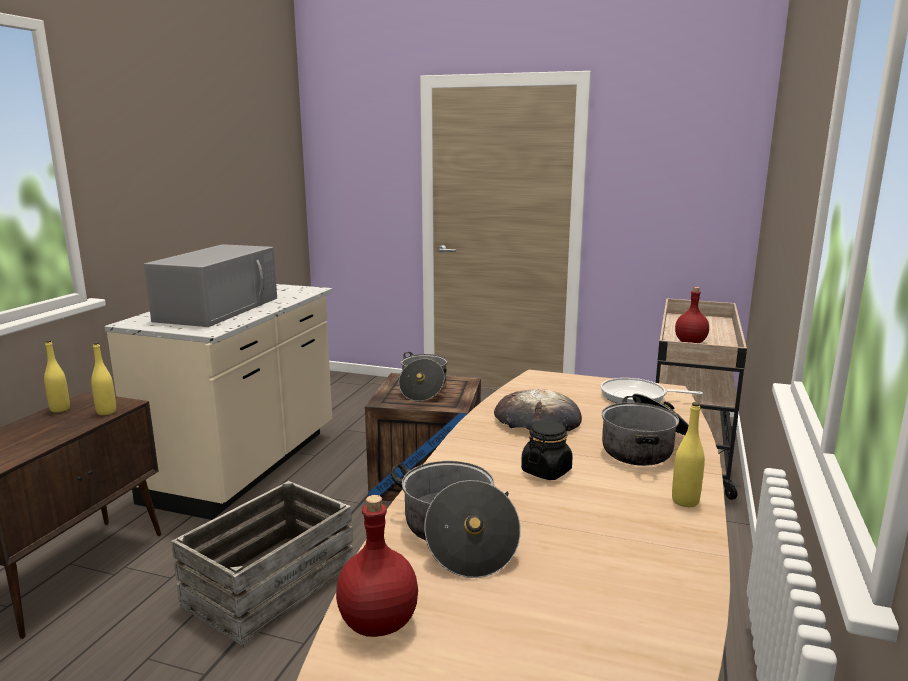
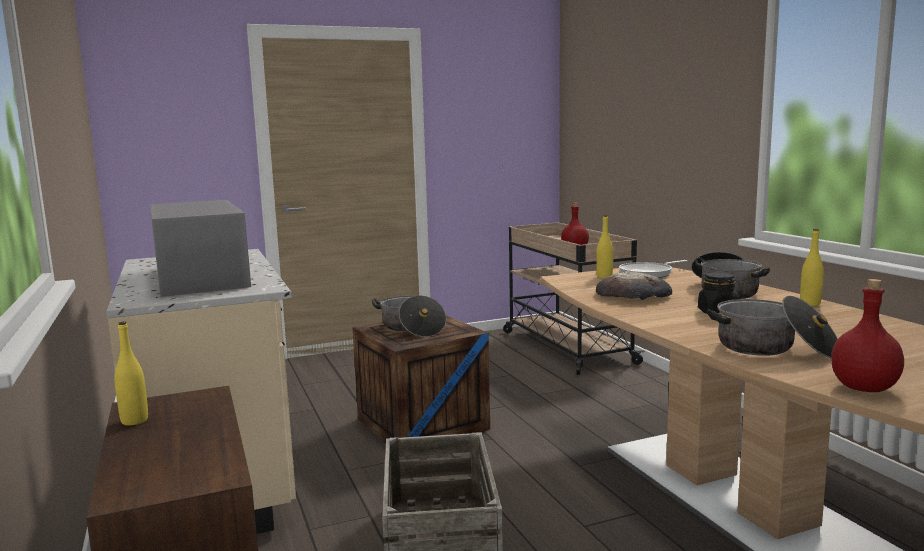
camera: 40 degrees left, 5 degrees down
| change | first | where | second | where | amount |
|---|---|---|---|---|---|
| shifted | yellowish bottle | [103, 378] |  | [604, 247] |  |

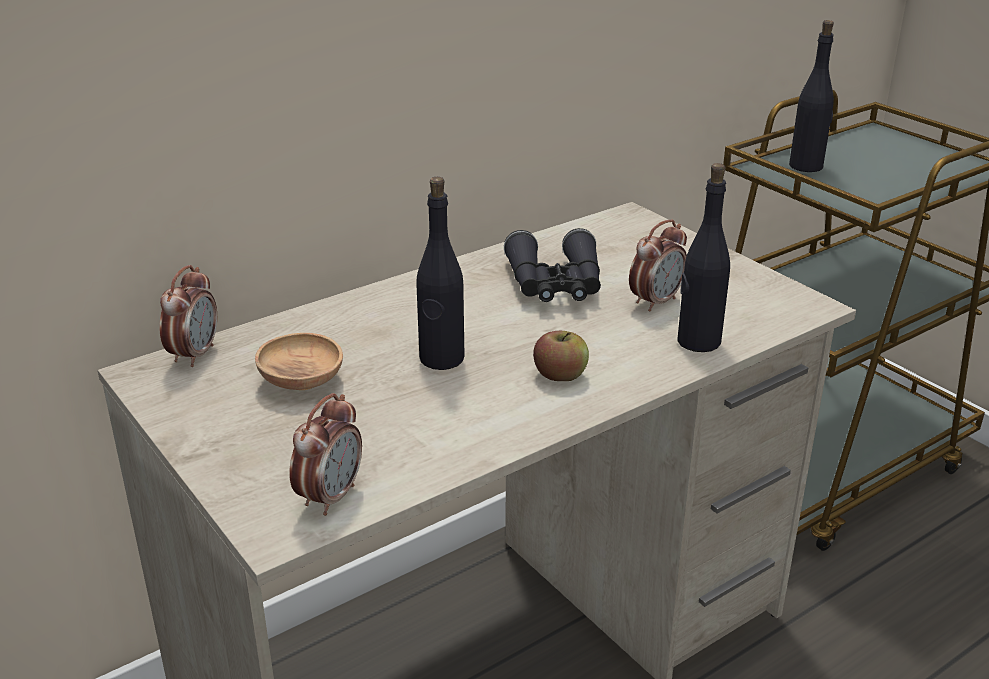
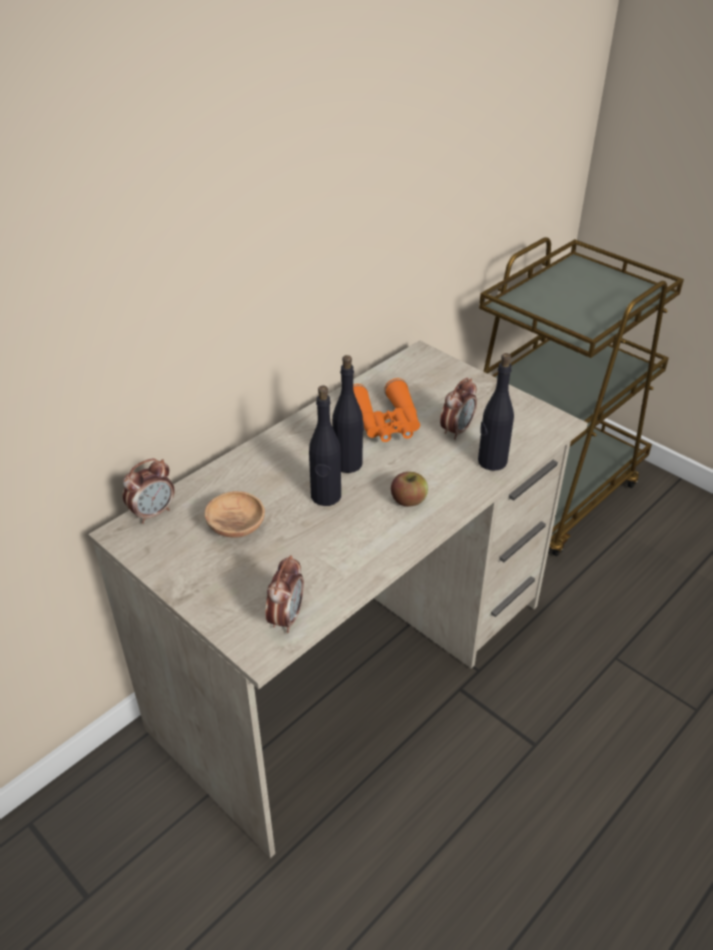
camera: 10 degrees left, 10 degrees up
| change | first | where | second | where | amount |
|---|---|---|---|---|---|
| shifted | black-coloured bottle | [811, 96] |  | [348, 414] |  |
| repainted | black-coloured field glasses | [552, 265] | orange field glasses | [386, 410] |  |
| rotated | bedside clock | [188, 316] |  | [148, 491] | 45 degrees clockwise |

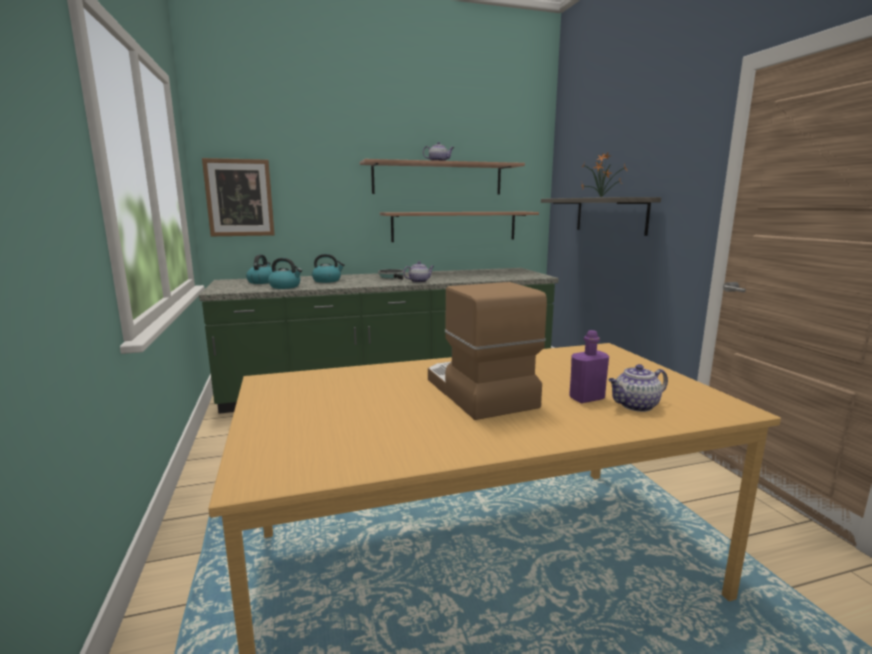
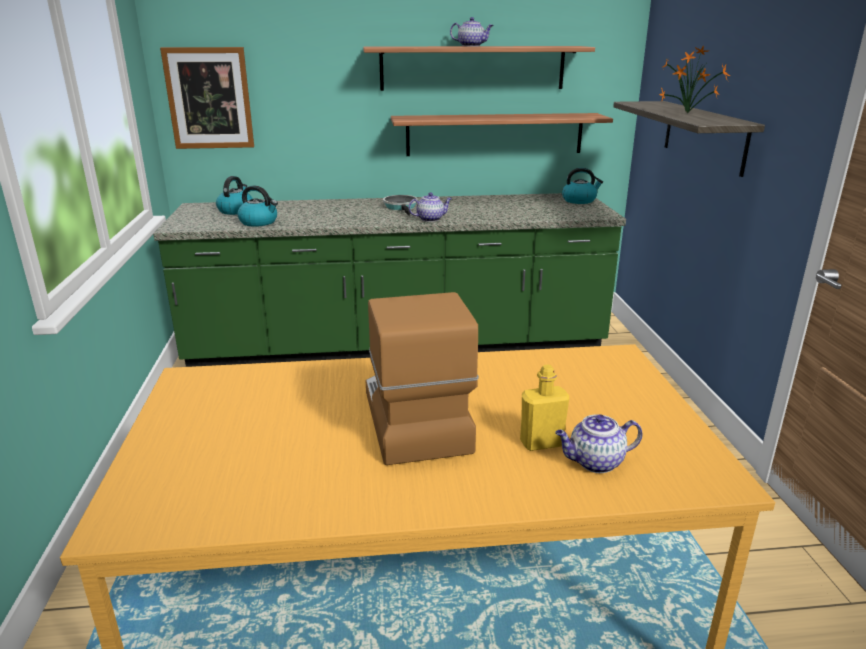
camera: 10 degrees right, 10 degrees up
| change | first | where | second | where | amount |
|---|---|---|---|---|---|
| shifted | tea kettle | [328, 268] |  | [582, 186] |  |
| repainted | purple bottle | [589, 366] | yellowish bottle | [544, 408] |  |

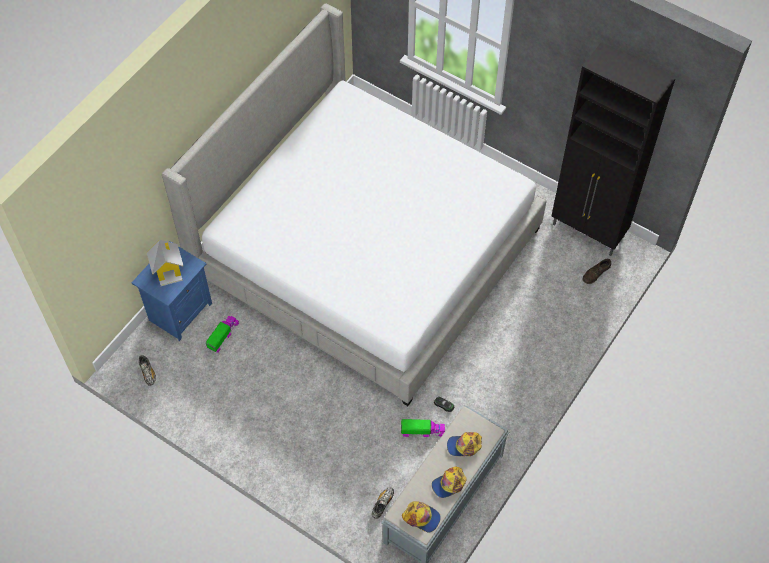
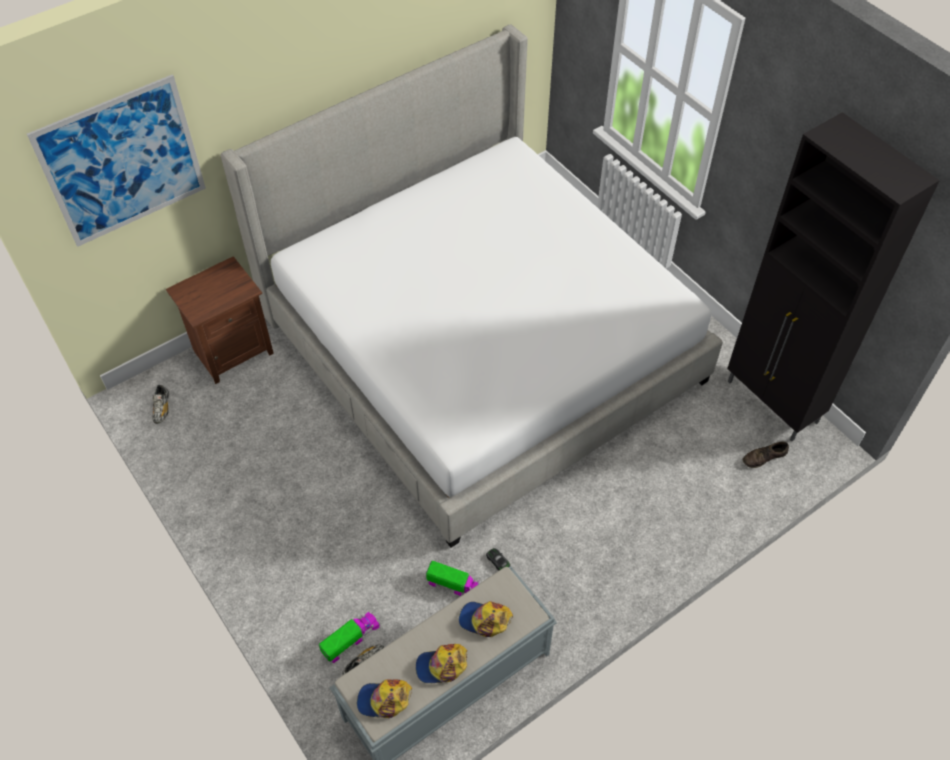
camera: 20 degrees right, 5 degrees down
| change | first | where | second | where | amount |
|---|---|---|---|---|---|
| gone | toy house | [165, 263] |  |  |  |
| new |  |  | wall art | [116, 160] |  |
| shifted | toy truck | [222, 335] |  | [349, 638] |  |
| repainted | blue bedside table | [171, 291] | brownish bedside table | [220, 320] |  |
| rotated | cap | [421, 517] |  | [384, 698] | 135 degrees clockwise |

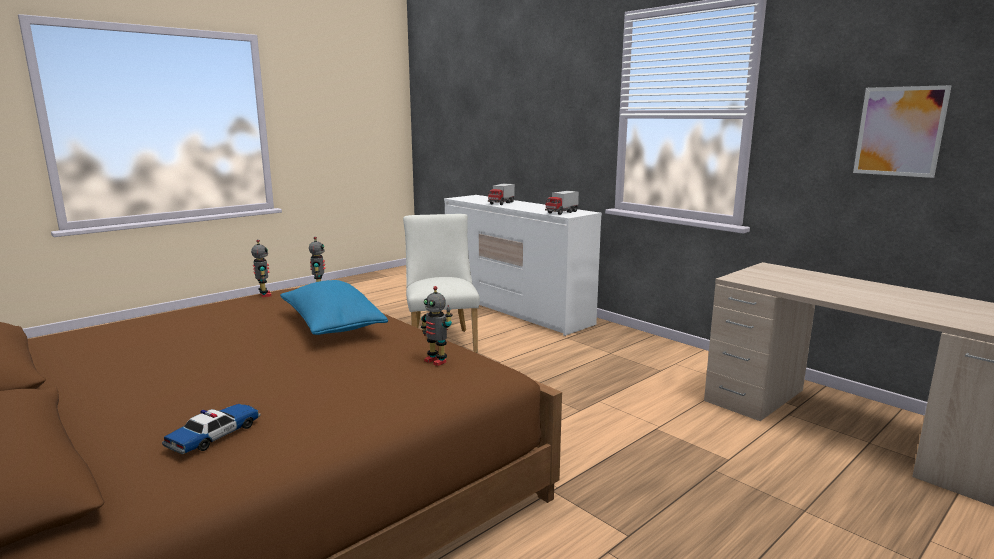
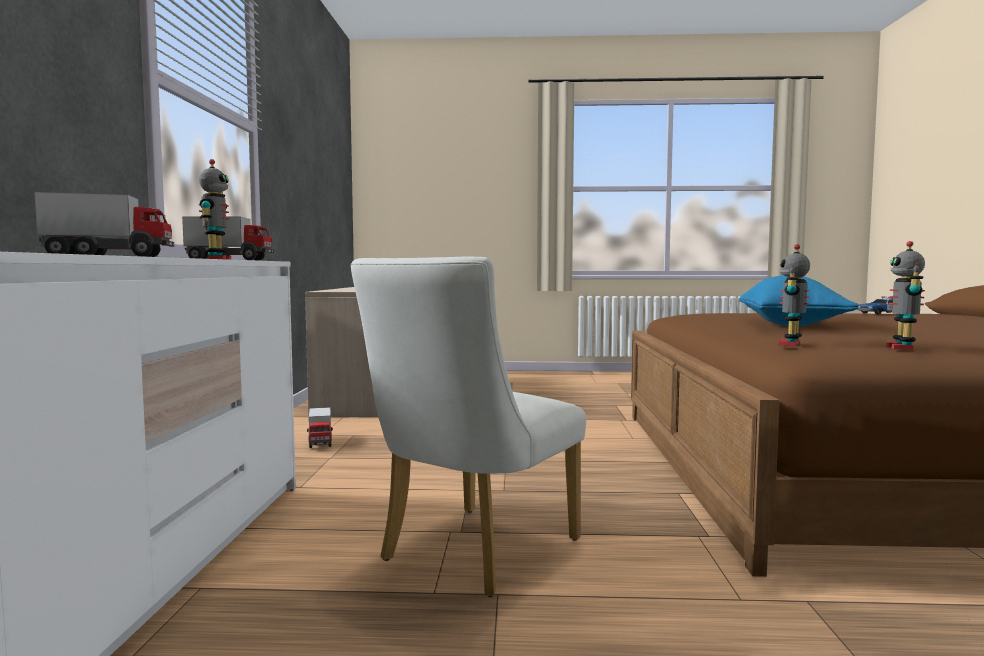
camera: 135 degrees left, 10 degrees down
| change | first | where | second | where | amount |
|---|---|---|---|---|---|
| gone | wall art | [902, 131] |  |  |  |
| new |  |  | toy truck | [320, 427] |  |
| shifted | model robot | [437, 326] |  | [215, 209] |  |

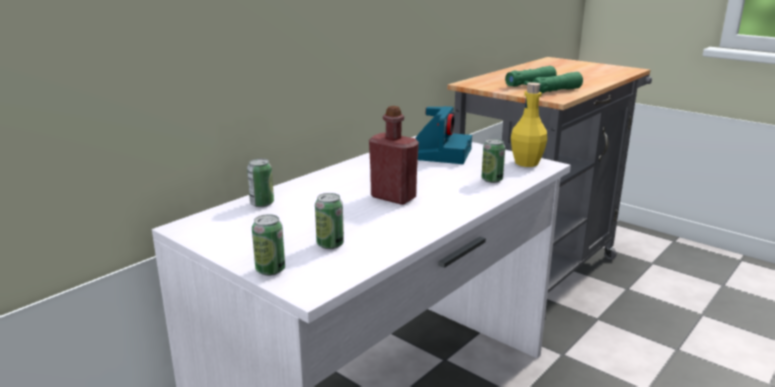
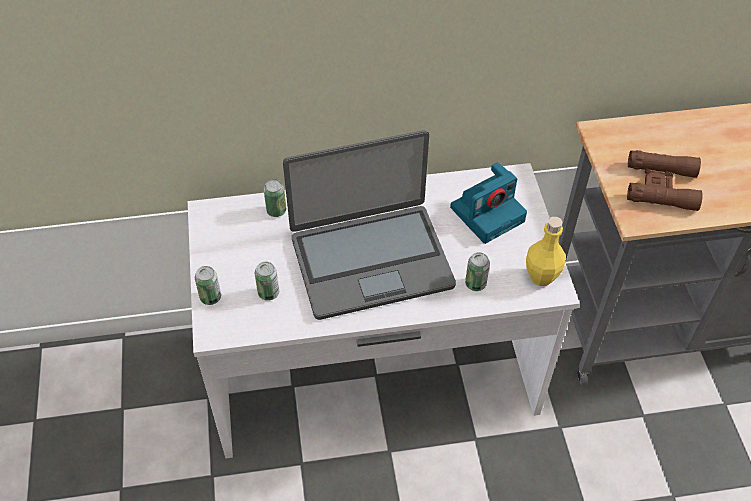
camera: 40 degrees right, 30 degrees up
| change | first | where | second | where | amount |
|---|---|---|---|---|---|
| swapped | red bottle | [394, 155] | notebook computer | [369, 225] |  |
| repainted | greenish field glasses | [544, 79] | brownish field glasses | [665, 180] |  |

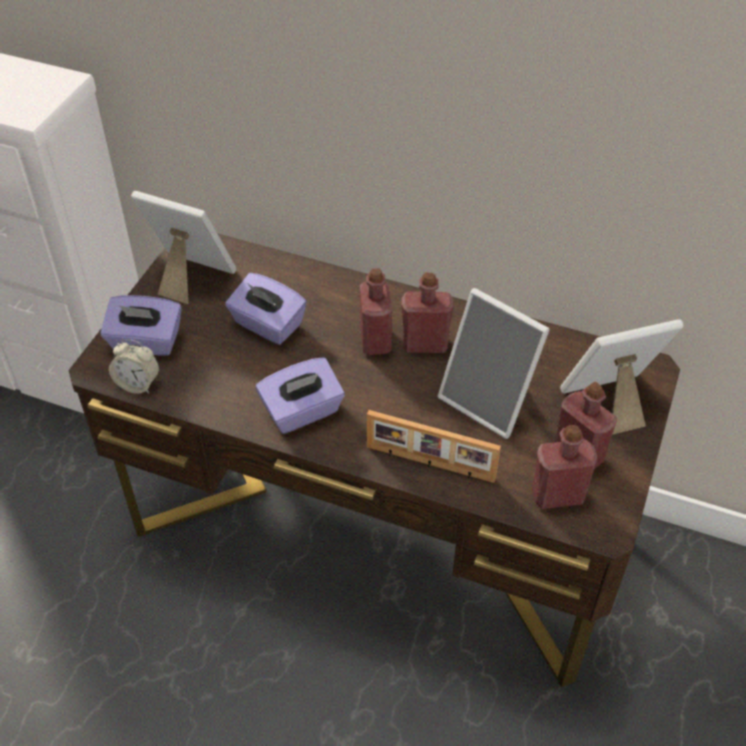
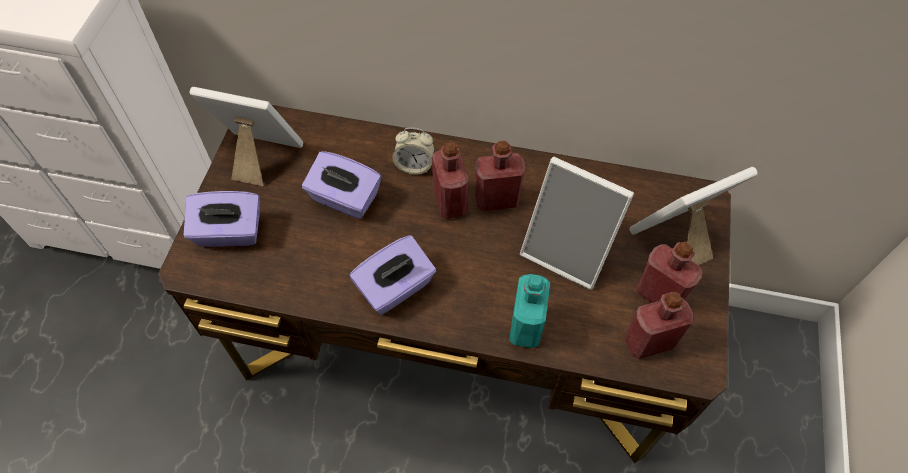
camera: 10 degrees left, 10 degrees up
| change | first | where | second | where | amount |
|---|---|---|---|---|---|
| shifted | bedside clock | [134, 366] |  | [413, 151] |  |
| swapped | picture frame | [434, 446] | turquoise-coloured bottle | [529, 311] |  |

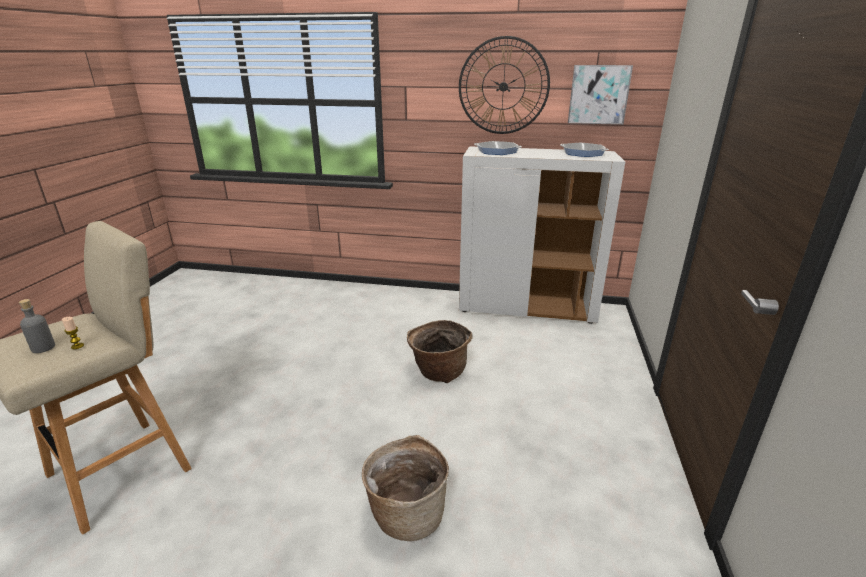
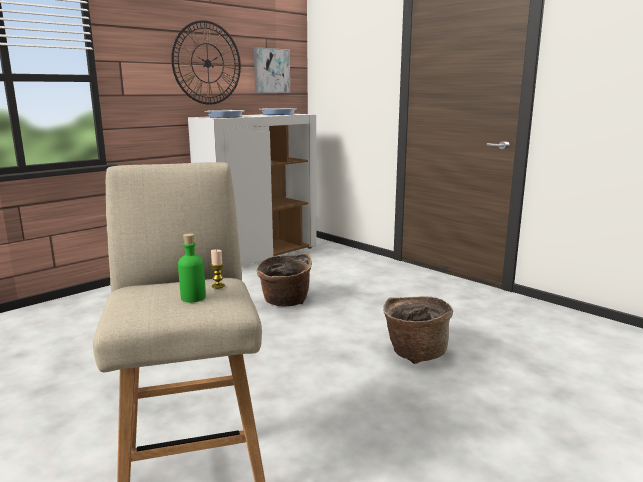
camera: 55 degrees left, 10 degrees down
| change | first | where | second | where | amount |
|---|---|---|---|---|---|
| repainted | greyish bottle | [37, 326] | greenish bottle | [192, 267] |  |

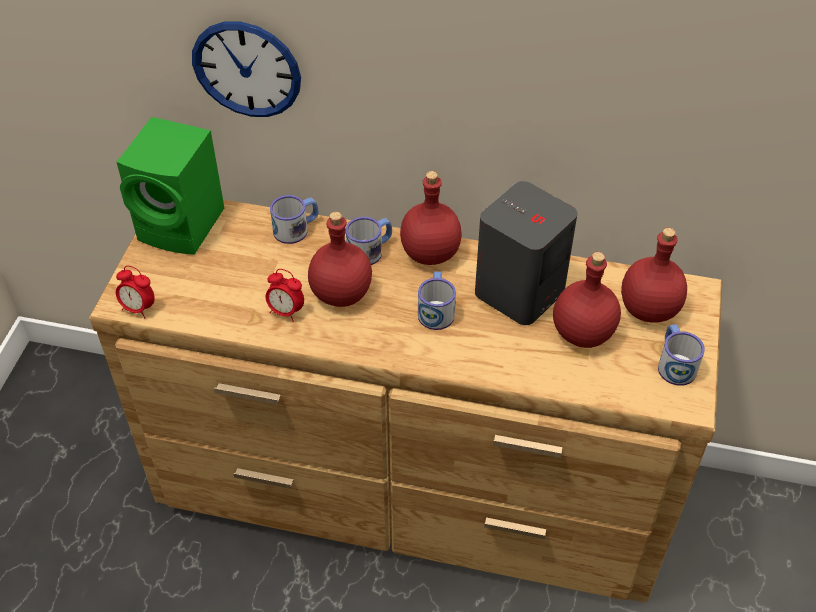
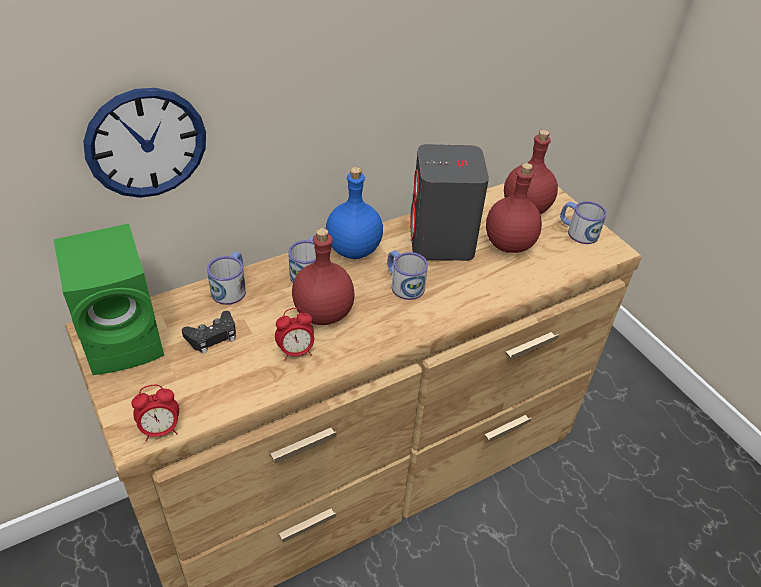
camera: 45 degrees left, 5 degrees down
| change | first | where | second | where | amount |
|---|---|---|---|---|---|
| new |  |  | black-coloured gamepad | [209, 332] |  |
| repainted | red bottle | [431, 218] | blue bottle | [354, 213] |  |

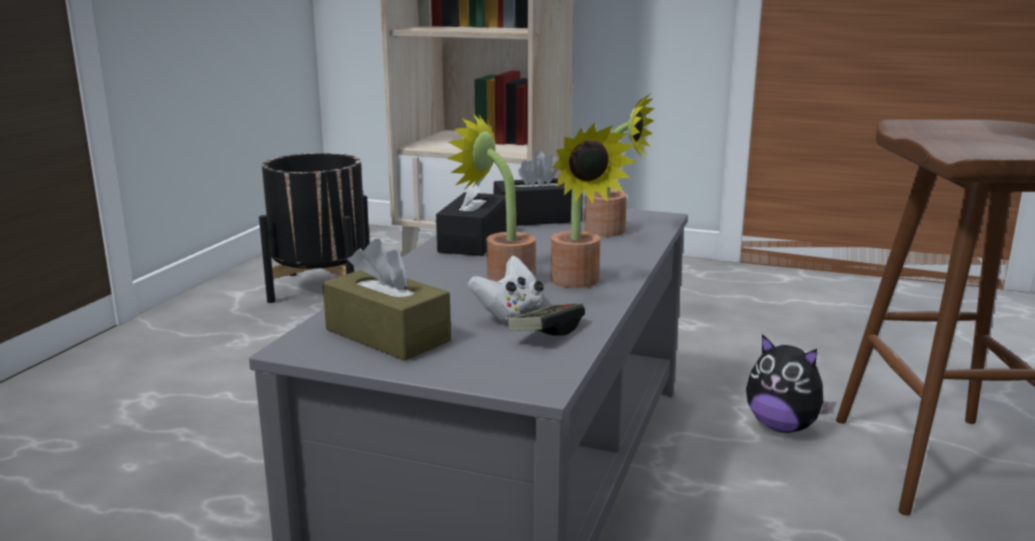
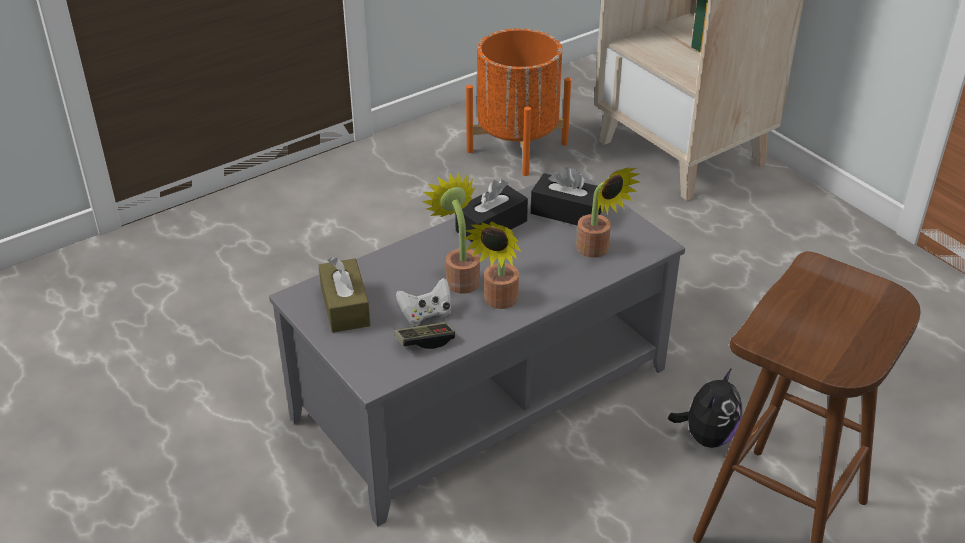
camera: 35 degrees right, 20 degrees up
| change | first | where | second | where | amount |
|---|---|---|---|---|---|
| repainted | black-coloured planter | [314, 228] | orange planter | [518, 102] |  |
| rotated | plush toy | [791, 383] |  | [705, 408] | 135 degrees counterclockwise |

